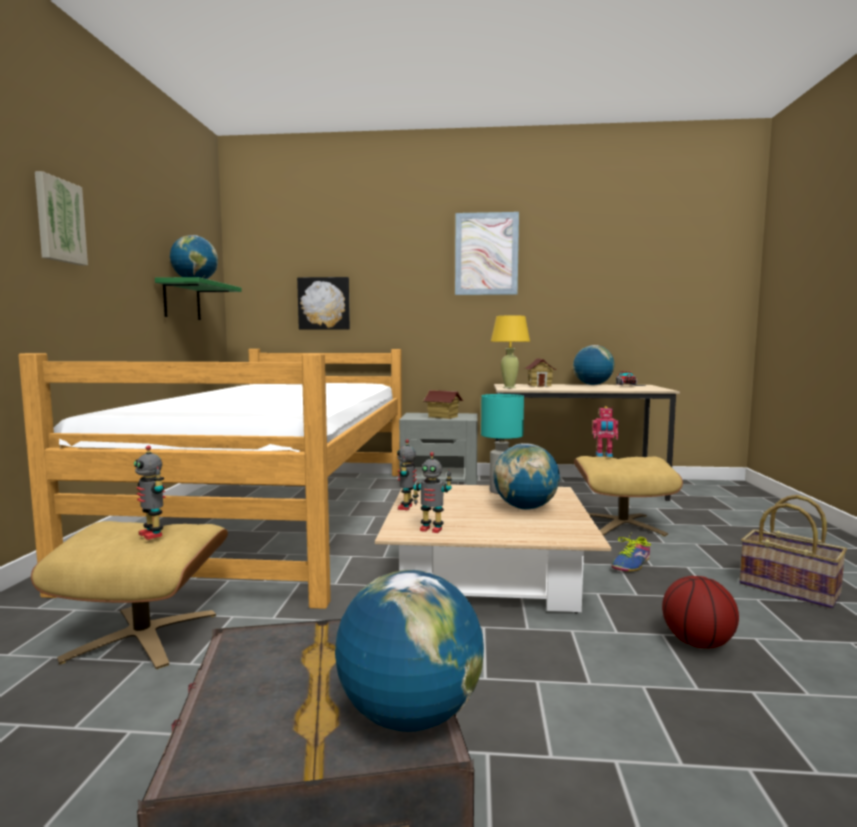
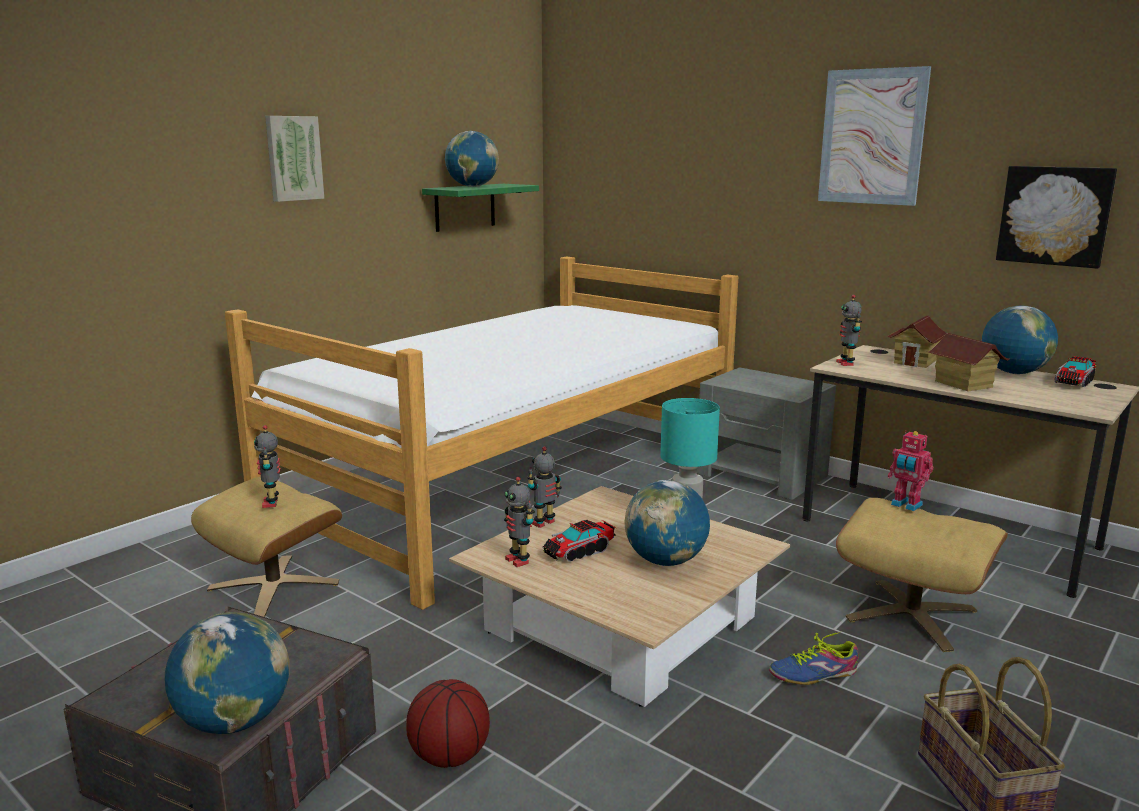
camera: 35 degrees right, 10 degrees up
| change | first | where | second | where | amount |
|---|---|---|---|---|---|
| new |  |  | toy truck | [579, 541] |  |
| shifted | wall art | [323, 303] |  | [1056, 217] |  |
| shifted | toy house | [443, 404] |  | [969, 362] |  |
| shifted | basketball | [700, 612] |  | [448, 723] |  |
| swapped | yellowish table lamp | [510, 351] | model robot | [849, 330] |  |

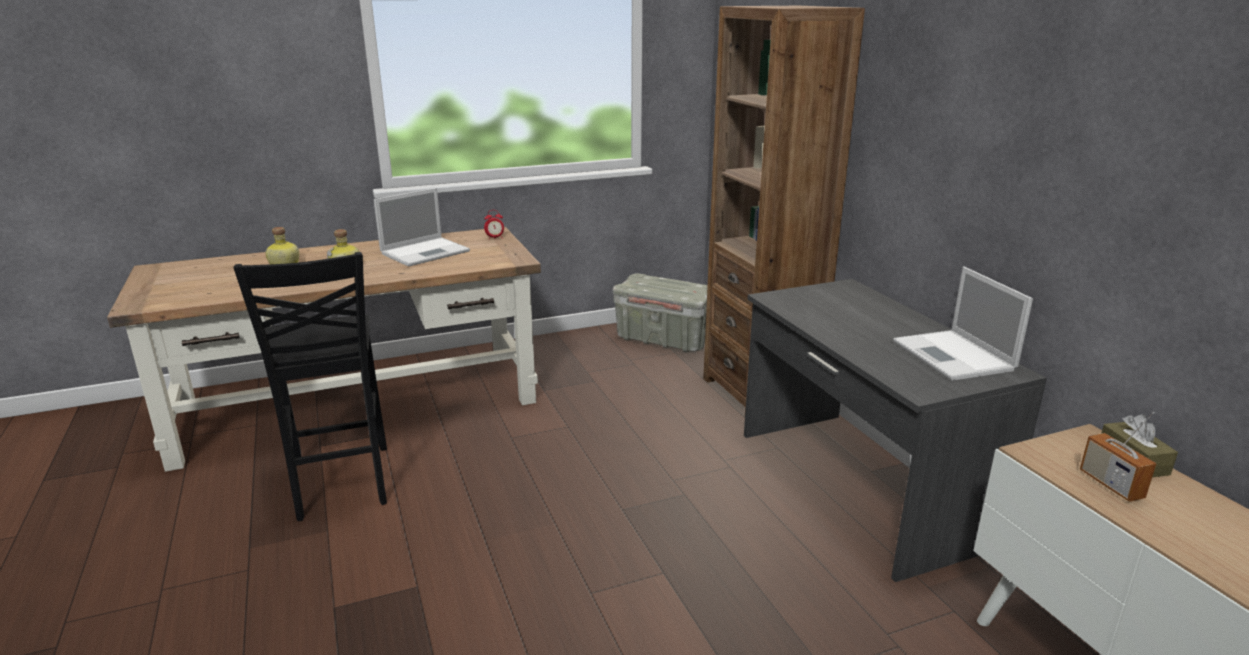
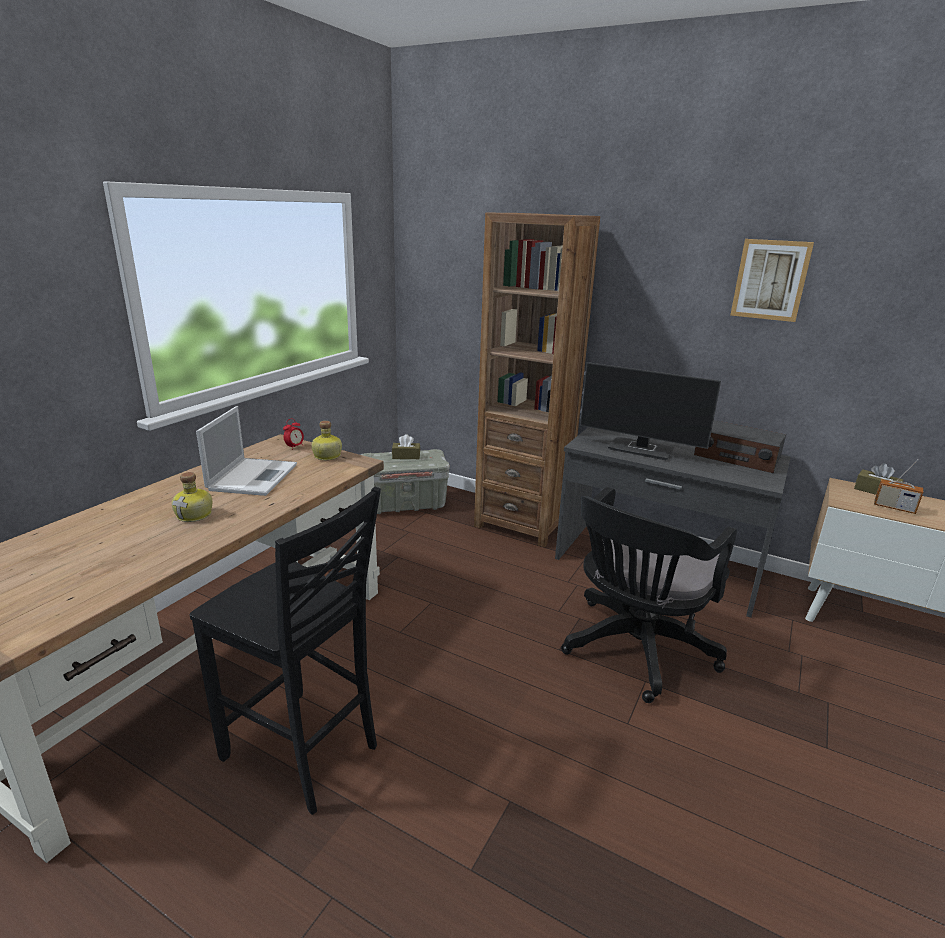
camera: 40 degrees left, 0 degrees up
| change | first | where | second | where | amount |
|---|---|---|---|---|---|
| new |  |  | brownish tissue box | [406, 446] |  |
| new |  |  | black-coloured desk chair | [649, 595] |  |
| new |  |  | computer screen | [650, 411] |  |
| new |  |  | wall art | [772, 280] |  |
| shifted | bottle | [282, 245] |  | [326, 440] |  |
| swapped | notebook computer | [963, 324] | radio receiver | [740, 446] |  |

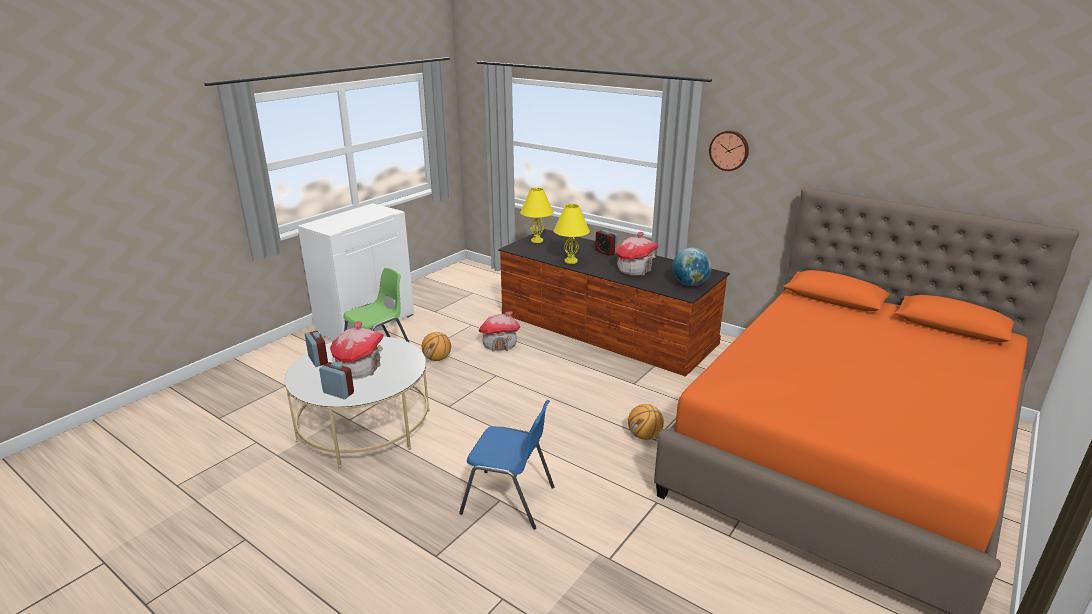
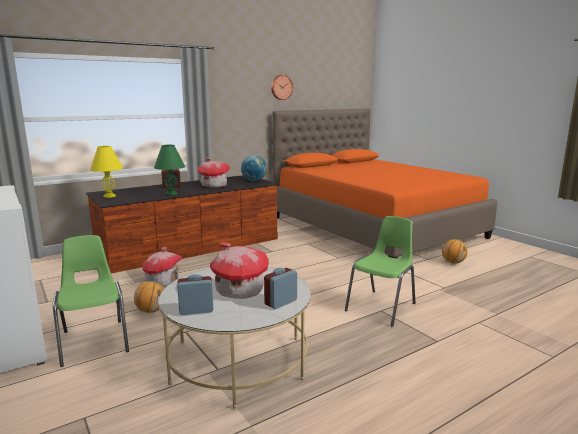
camera: 70 degrees left, 10 degrees down
| change | first | where | second | where | amount |
|---|---|---|---|---|---|
| shifted | basketball | [646, 422] |  | [455, 251] |  |
| shifted | clock on the wall | [729, 150] |  | [282, 87] |  |
| repainted | blue chair | [507, 465] | greenish chair | [380, 271] |  |
| repainted | yellowish table lamp | [572, 234] | greenish table lamp | [169, 169] |  |

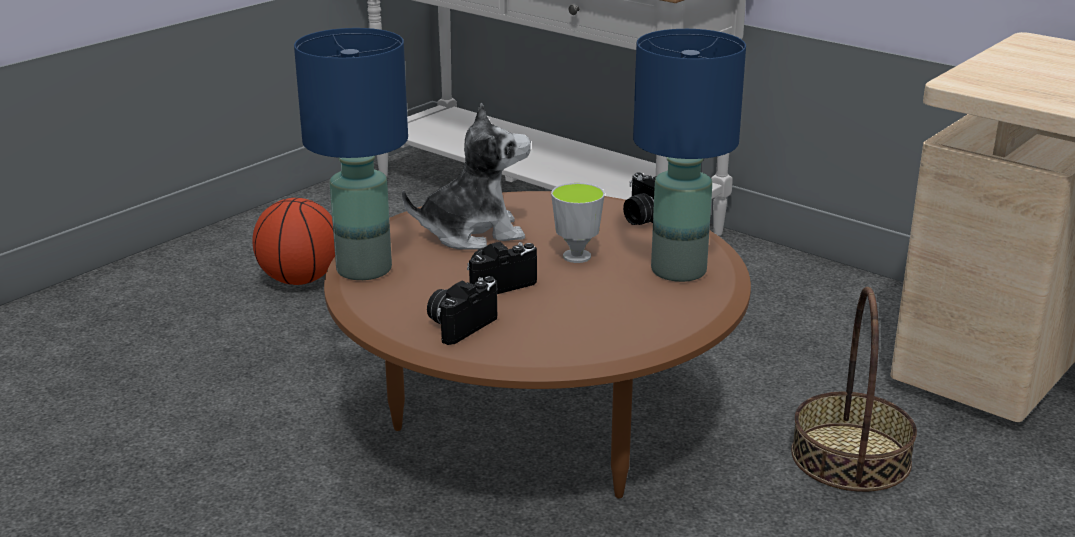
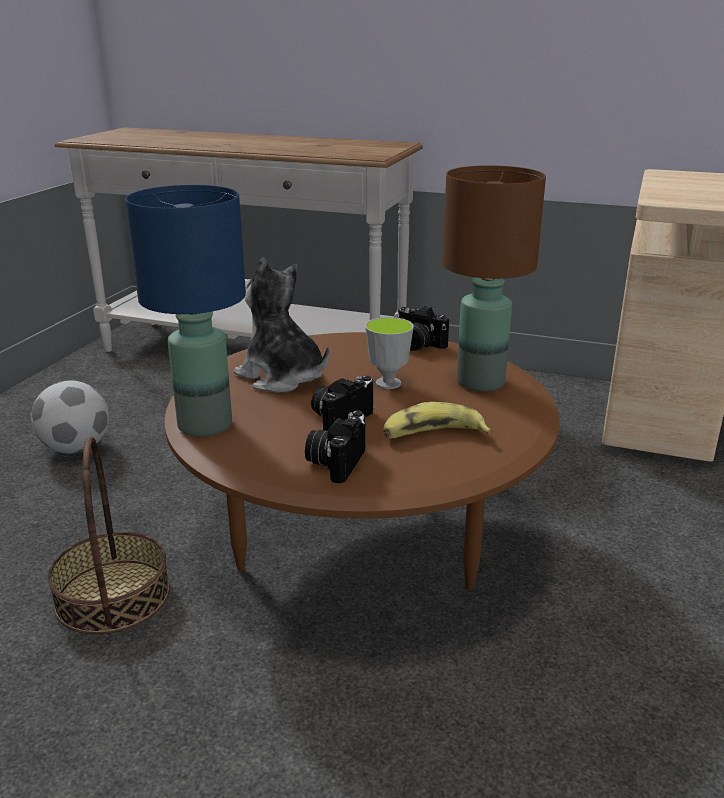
camera: 20 degrees left, 0 degrees up
| change | first | where | second | where | amount |
|---|---|---|---|---|---|
| new |  |  | banana | [438, 420] |  |
| shifted | household basket | [854, 389] |  | [108, 535] |  |
| swapped | basketball | [293, 241] | football | [70, 417] |  |
| repainted | blue table lamp | [689, 155] | brownish table lamp | [494, 278] |  |
| rotated | plush toy | [466, 176] |  | [281, 325] | 105 degrees counterclockwise |

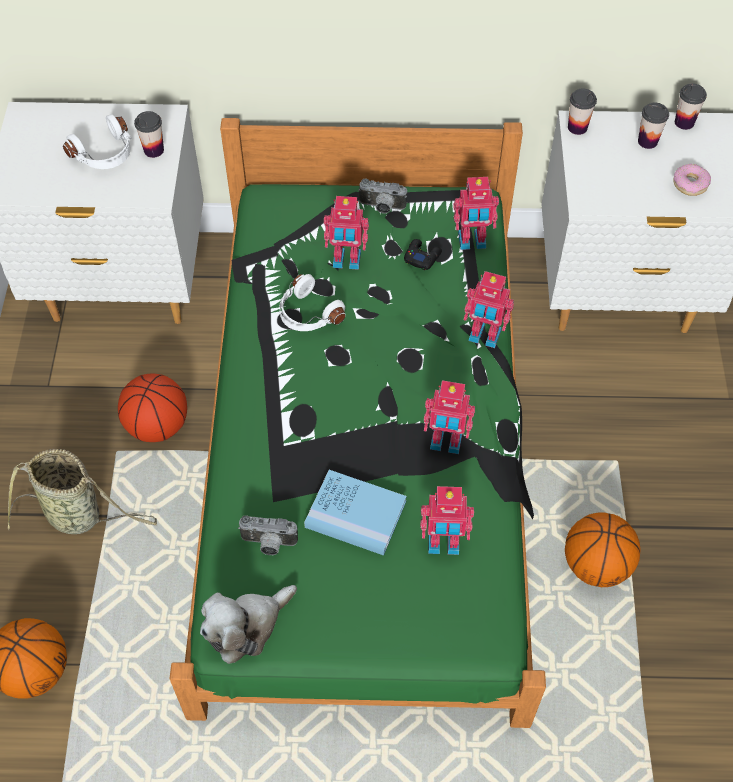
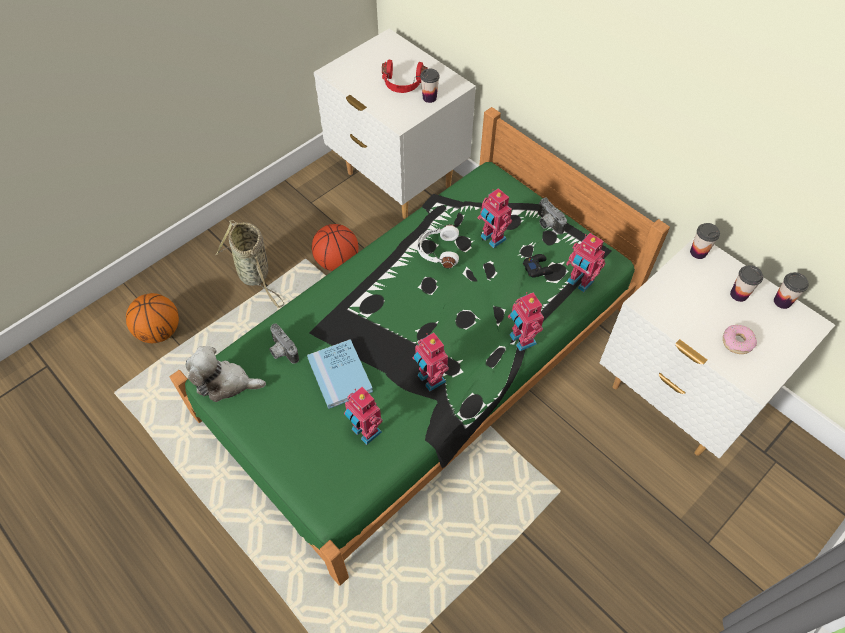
camera: 45 degrees right, 0 degrees up
| change | first | where | second | where | amount |
|---|---|---|---|---|---|
| gone | basketball | [602, 549] |  |  |  |
| repainted | white-coloured headset | [97, 141] | red headset | [405, 76] |  |

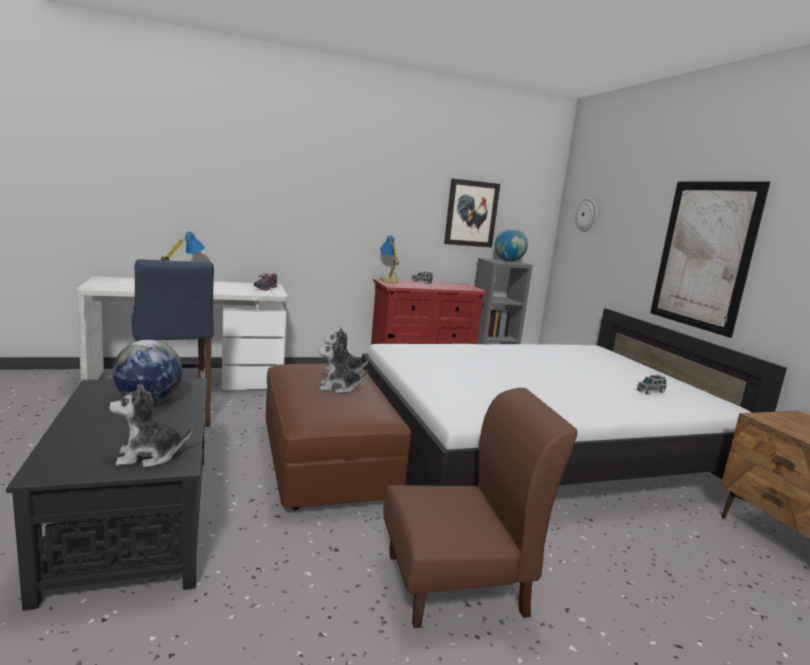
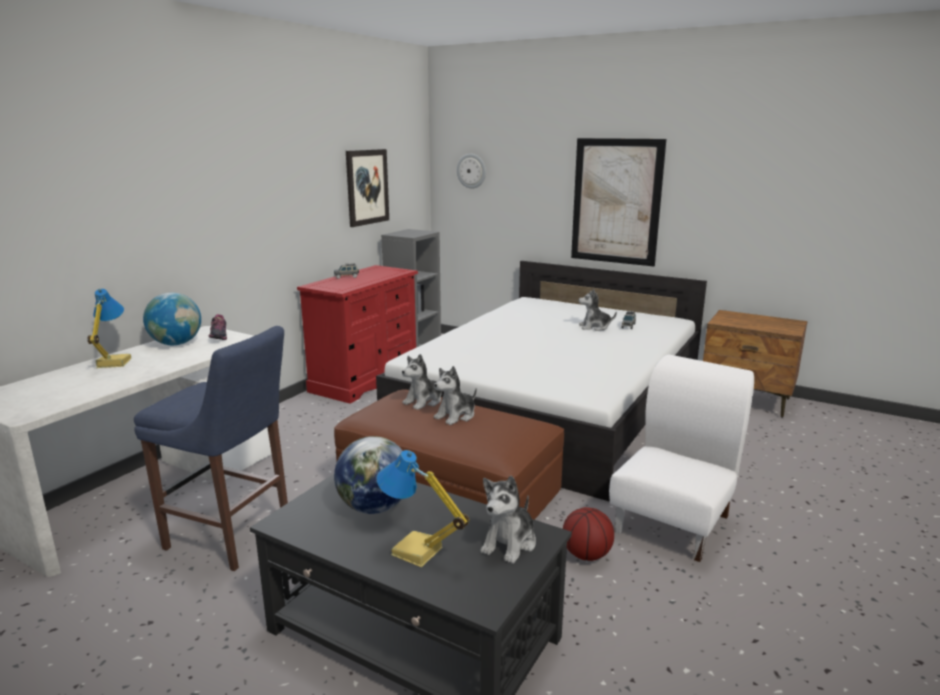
camera: 40 degrees left, 5 degrees up
| change | first | where | second | where | amount |
|---|---|---|---|---|---|
| new |  |  | basketball | [588, 534] |  |
| new |  |  | plush toy | [597, 310] |  |
| shifted | table lamp | [389, 259] |  | [423, 508] |  |
| shifted | desk globe | [511, 245] |  | [172, 318] |  |
| repainted | brownish chair | [480, 508] | white-coloured chair | [681, 458] |  |

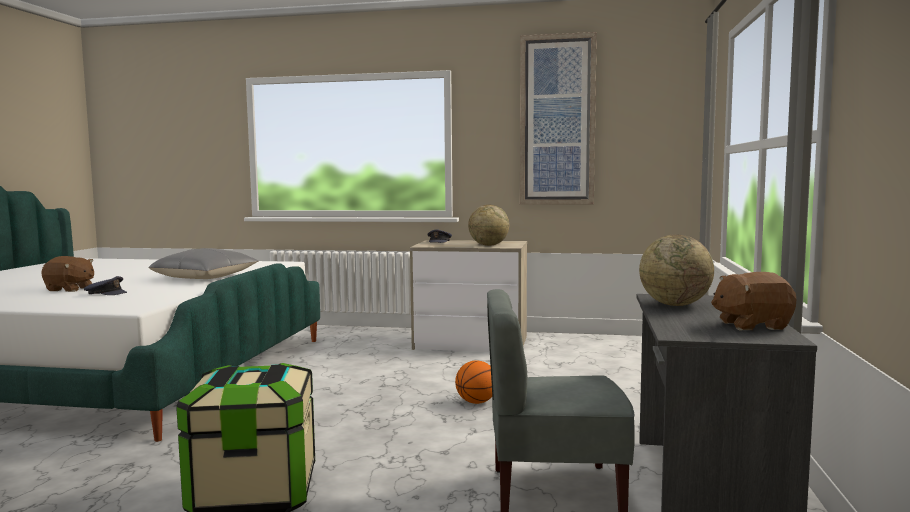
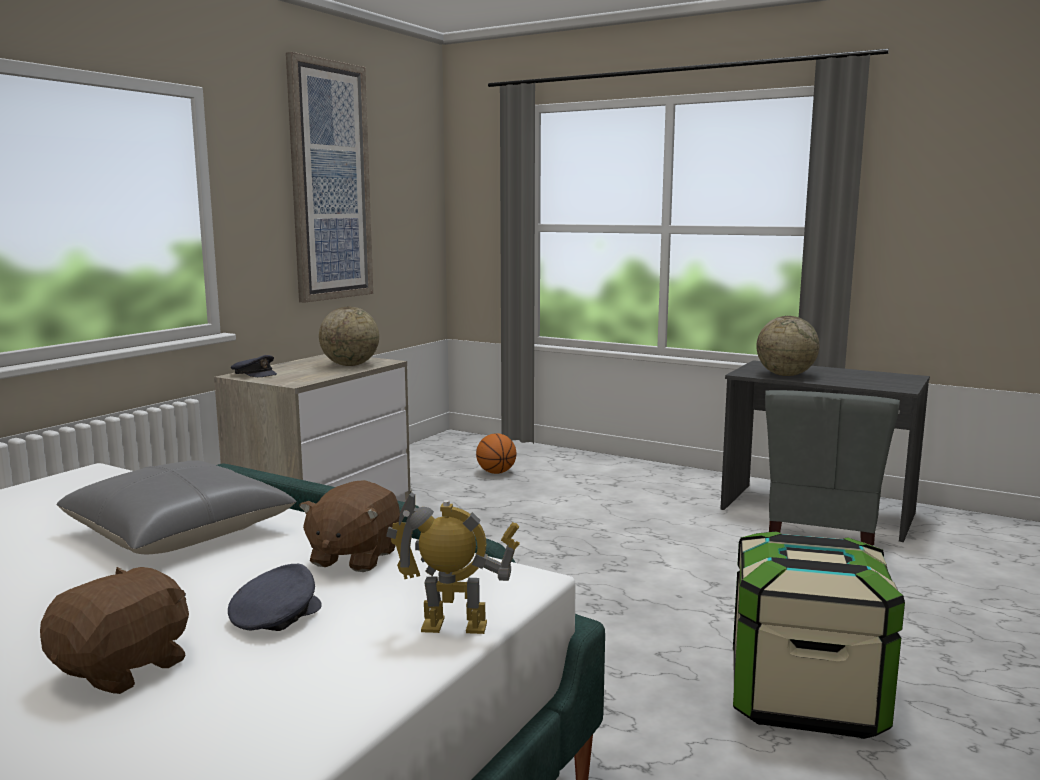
camera: 70 degrees left, 5 degrees up
| change | first | where | second | where | amount |
|---|---|---|---|---|---|
| new |  |  | model robot | [453, 562] |  |
| shifted | basketball | [473, 382] |  | [496, 453] |  |
| shifted | brownish plush toy | [754, 301] |  | [349, 526] |  |

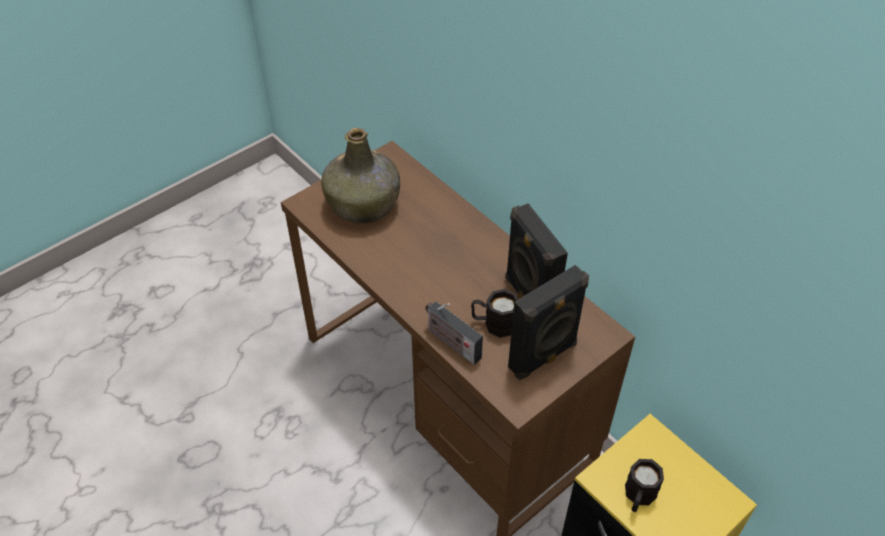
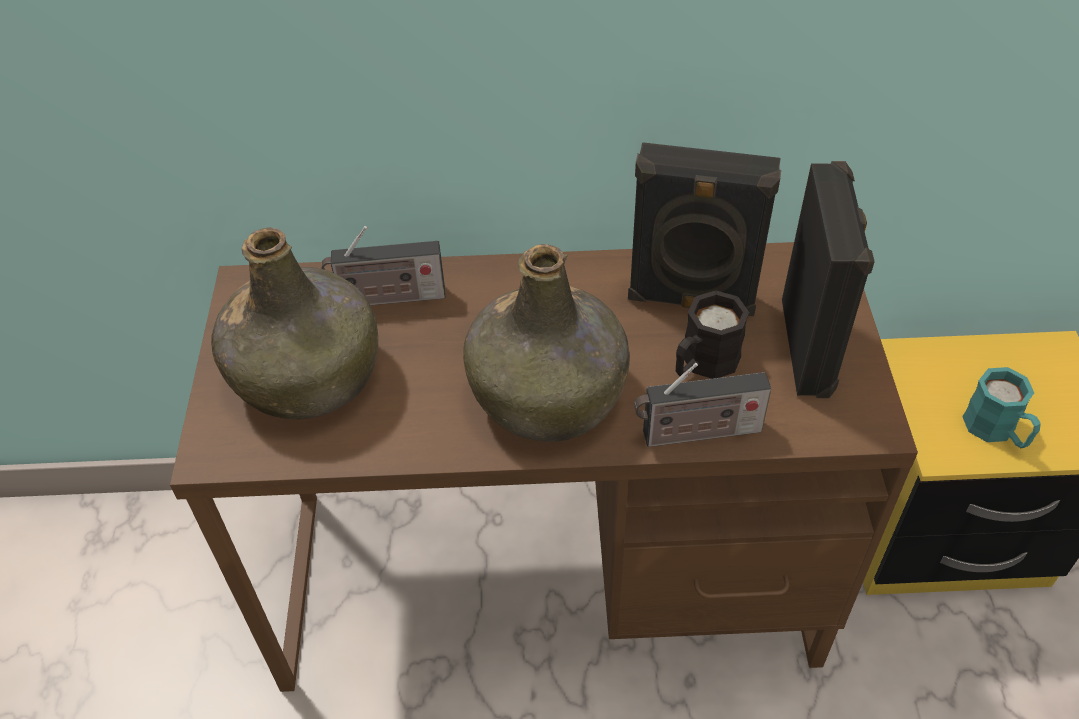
camera: 50 degrees left, 0 degrees up
| change | first | where | second | where | amount |
|---|---|---|---|---|---|
| new |  |  | radio receiver | [383, 265] |  |
| new |  |  | greenish bottle | [546, 343] |  |
| repainted | black-coloured tea mug | [644, 485] | turquoise-coloured tea mug | [1001, 407] |  |

